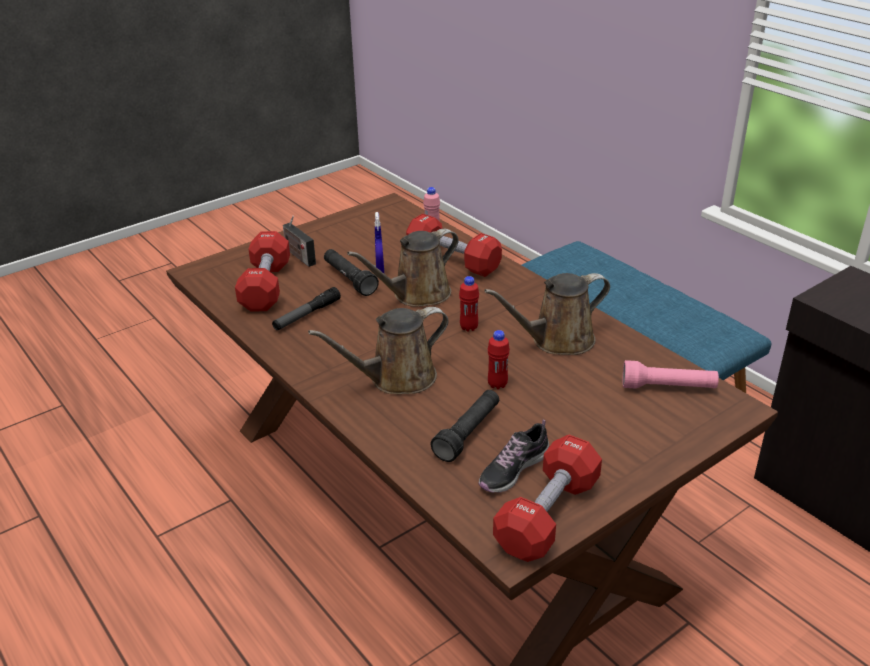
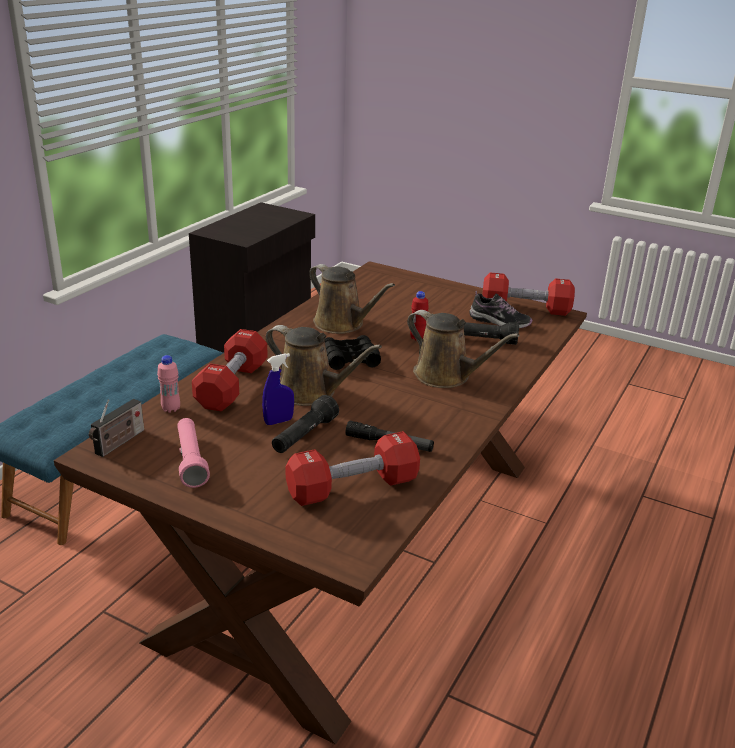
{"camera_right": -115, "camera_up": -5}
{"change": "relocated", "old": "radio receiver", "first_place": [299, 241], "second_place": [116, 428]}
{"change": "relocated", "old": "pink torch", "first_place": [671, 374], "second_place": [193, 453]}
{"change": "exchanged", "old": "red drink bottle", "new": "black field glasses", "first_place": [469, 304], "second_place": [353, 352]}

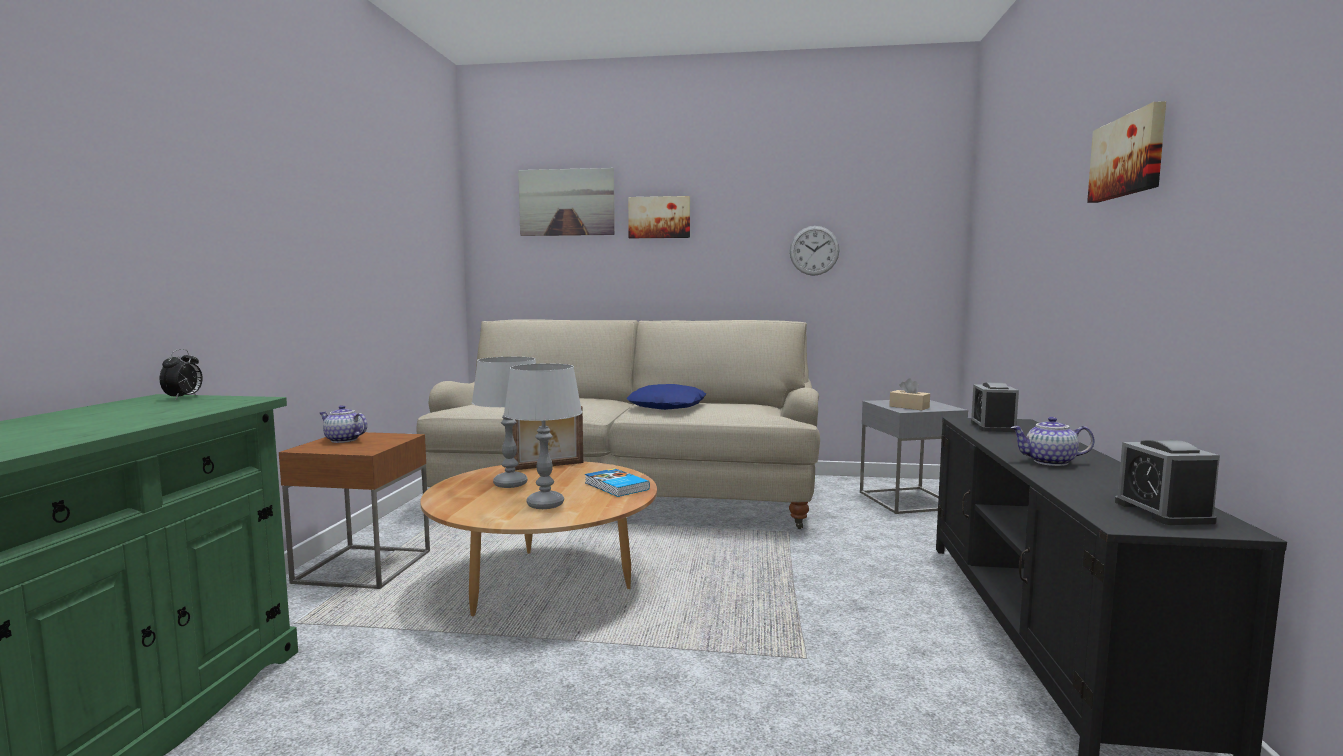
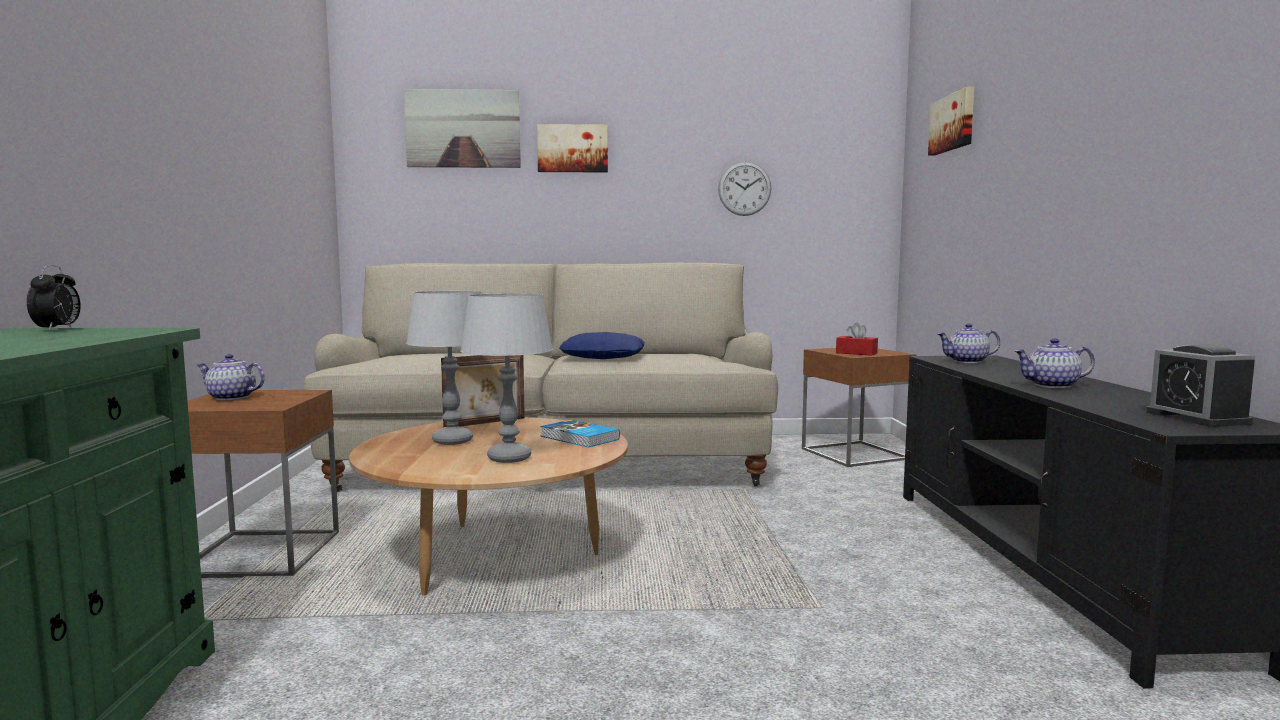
{"camera_right": -10, "camera_up": 0}
{"change": "relocated", "old": "wall picture", "first_place": [1126, 152], "second_place": [951, 121]}
{"change": "exchanged", "old": "table clock", "new": "teapot", "first_place": [995, 407], "second_place": [968, 343]}
{"change": "colour", "old": "gray accent table", "new": "brown accent table", "first_place": [914, 457], "second_place": [859, 407]}
{"change": "colour", "old": "sand-coloured tissue holder", "new": "red tissue holder", "first_place": [909, 394], "second_place": [857, 339]}

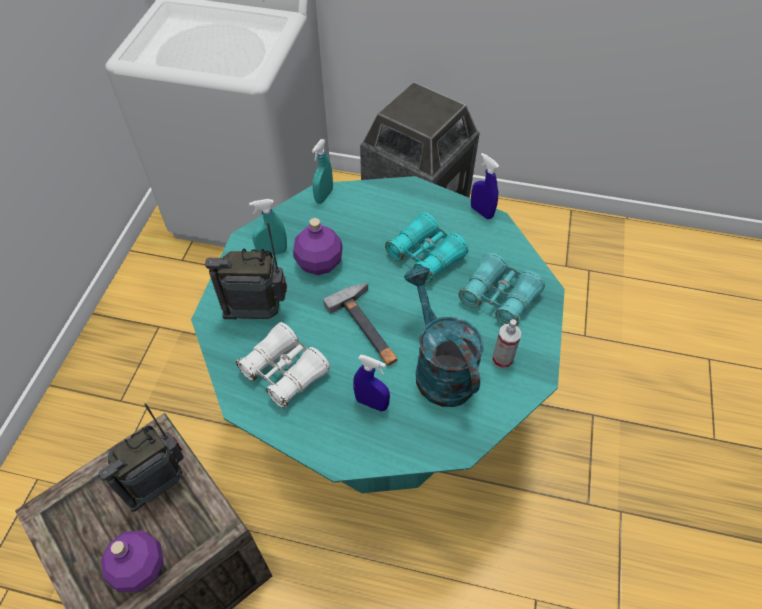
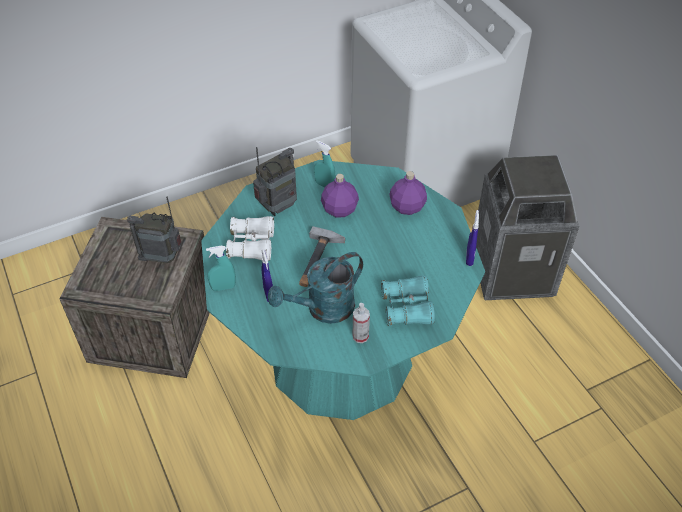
{"camera_right": 50, "camera_up": -5}
{"change": "missing", "old": "blue-green field glasses", "first_place": [426, 247]}
{"change": "relocated", "old": "purplish drink bottle", "first_place": [132, 562], "second_place": [408, 193]}
{"change": "relocated", "old": "blue-green spray bottle", "first_place": [322, 171], "second_place": [221, 268]}
{"change": "spun", "old": "radio receiver", "first_place": [246, 270], "second_place": [275, 181], "degrees": 90}
{"change": "spun", "old": "blue-green sprinkling can", "first_place": [444, 337], "second_place": [315, 288], "degrees": -150}

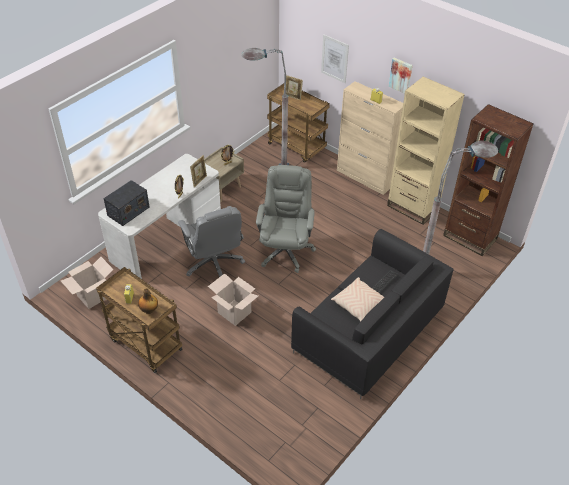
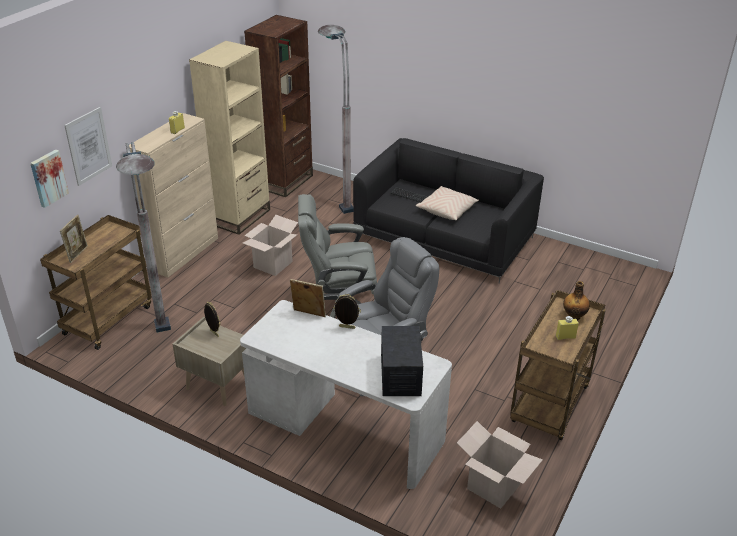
{"camera_right": -100, "camera_up": -10}
{"change": "relocated", "old": "cardboard box", "first_place": [233, 299], "second_place": [270, 245]}
{"change": "relocated", "old": "wall picture", "first_place": [400, 76], "second_place": [49, 178]}
{"change": "spun", "old": "radio receiver", "first_place": [127, 203], "second_place": [402, 361], "degrees": 60}

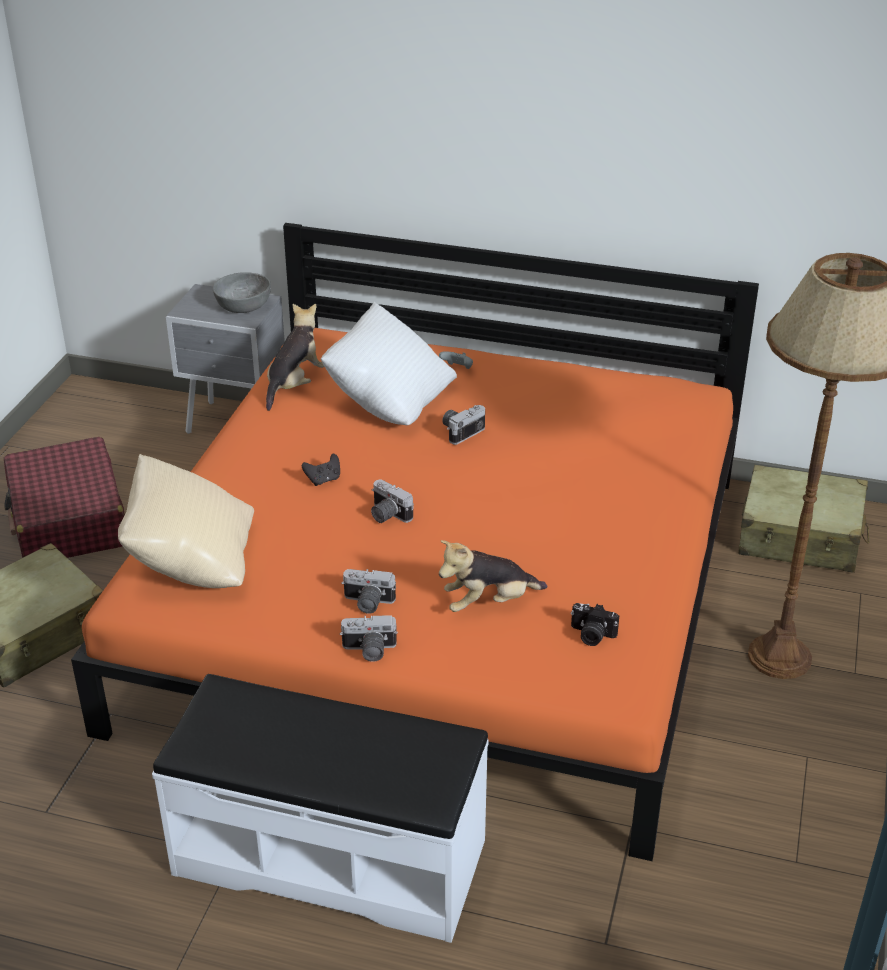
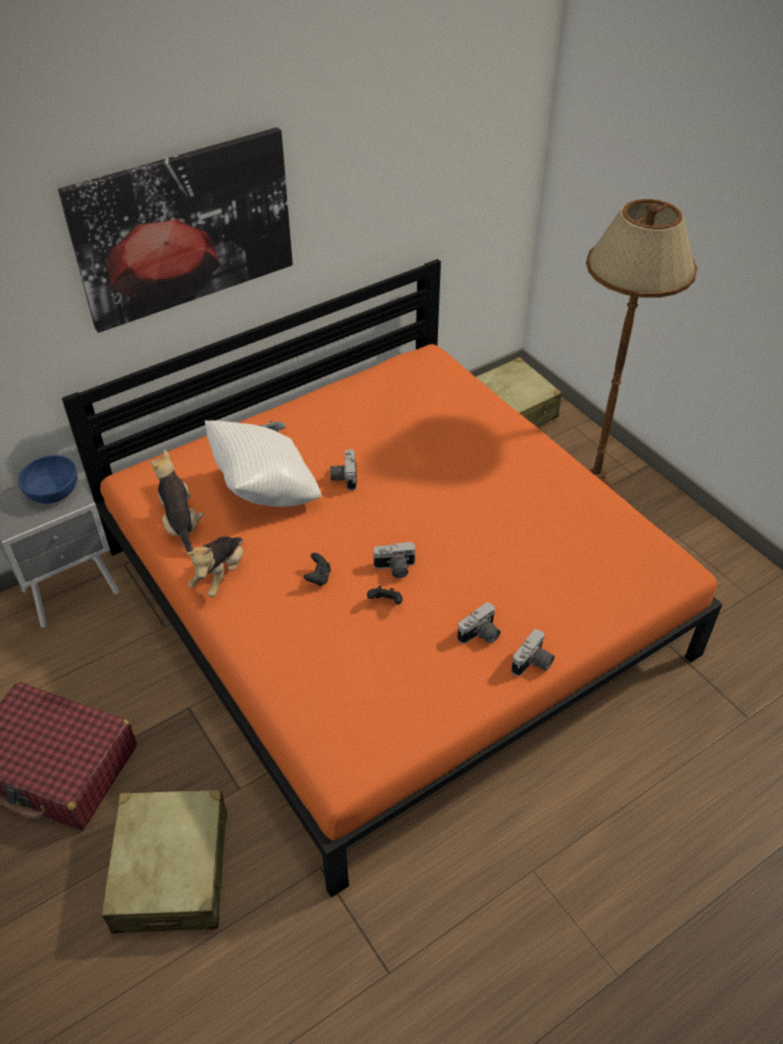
{"camera_right": -50, "camera_up": 10}
{"change": "missing", "old": "sand-coloured pillow", "first_place": [186, 521]}
{"change": "missing", "old": "white-coloured long seat", "first_place": [320, 808]}
{"change": "missing", "old": "still camera", "first_place": [595, 624]}
{"change": "appeared", "new": "wall picture", "second_place": [175, 230]}
{"change": "appeared", "new": "black joypad", "second_place": [385, 595]}
{"change": "relocated", "old": "soft toy", "first_place": [493, 576], "second_place": [215, 567]}
{"change": "colour", "old": "gray bowl", "new": "blue-coloured bowl", "first_place": [242, 292], "second_place": [47, 479]}

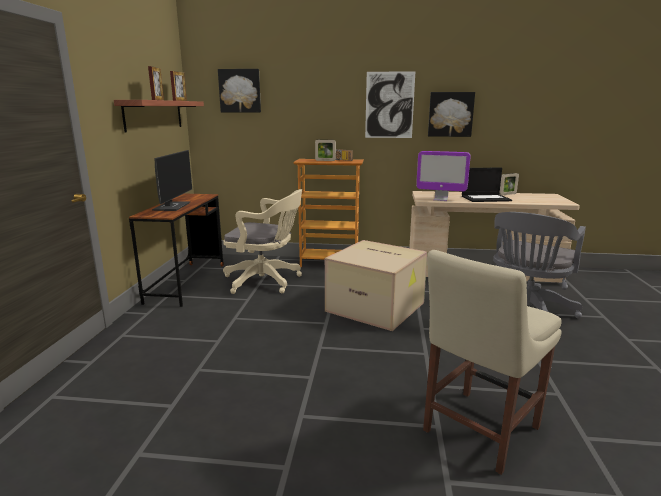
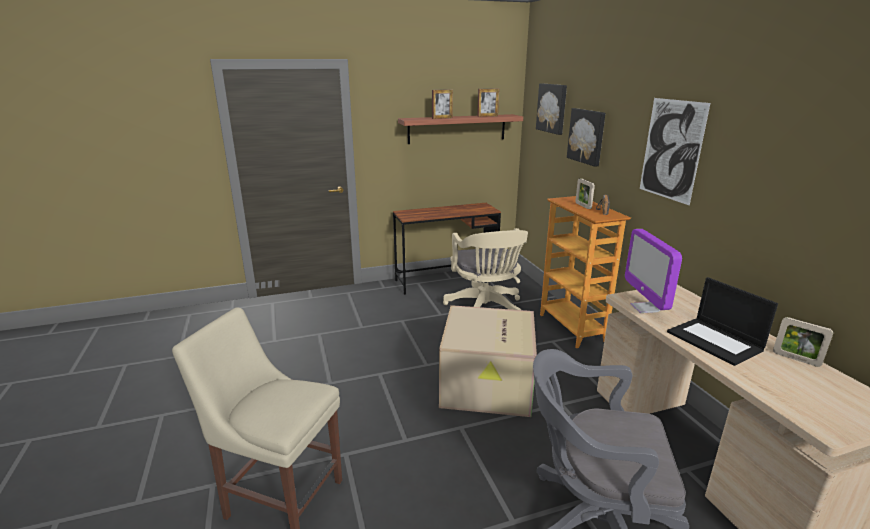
{"camera_right": 65, "camera_up": 5}
{"change": "missing", "old": "computer display", "first_place": [172, 180]}
{"change": "relocated", "old": "wall picture", "first_place": [451, 114], "second_place": [586, 137]}

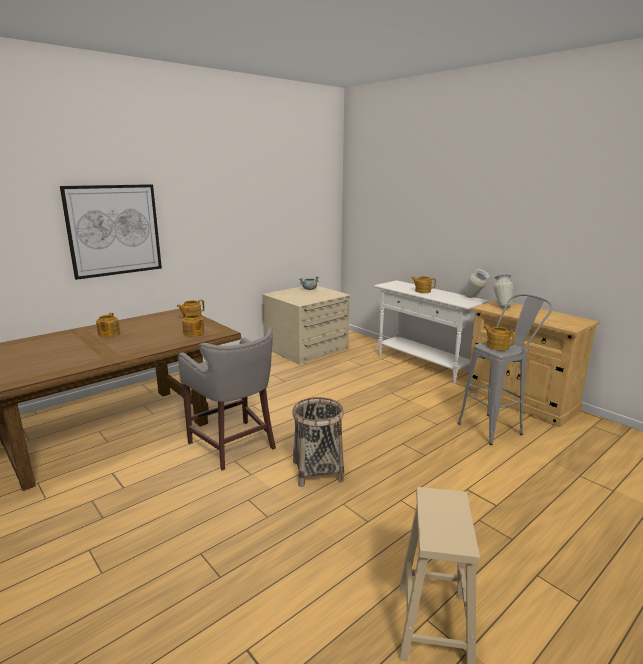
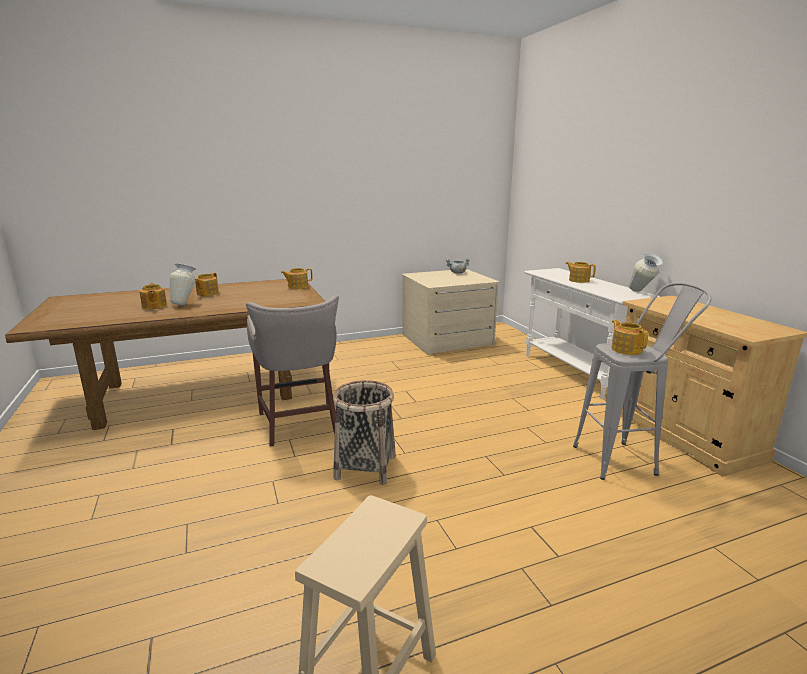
{"camera_right": 20, "camera_up": 0}
{"change": "missing", "old": "wall picture", "first_place": [111, 232]}
{"change": "relocated", "old": "teapot", "first_place": [193, 325], "second_place": [153, 296]}
{"change": "relocated", "old": "vase", "first_place": [503, 291], "second_place": [183, 285]}

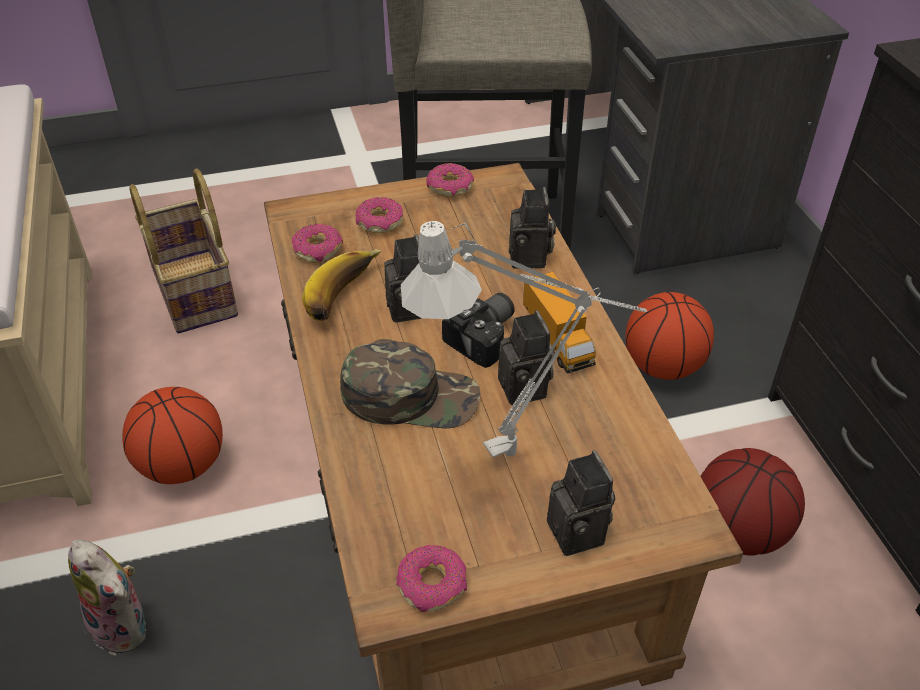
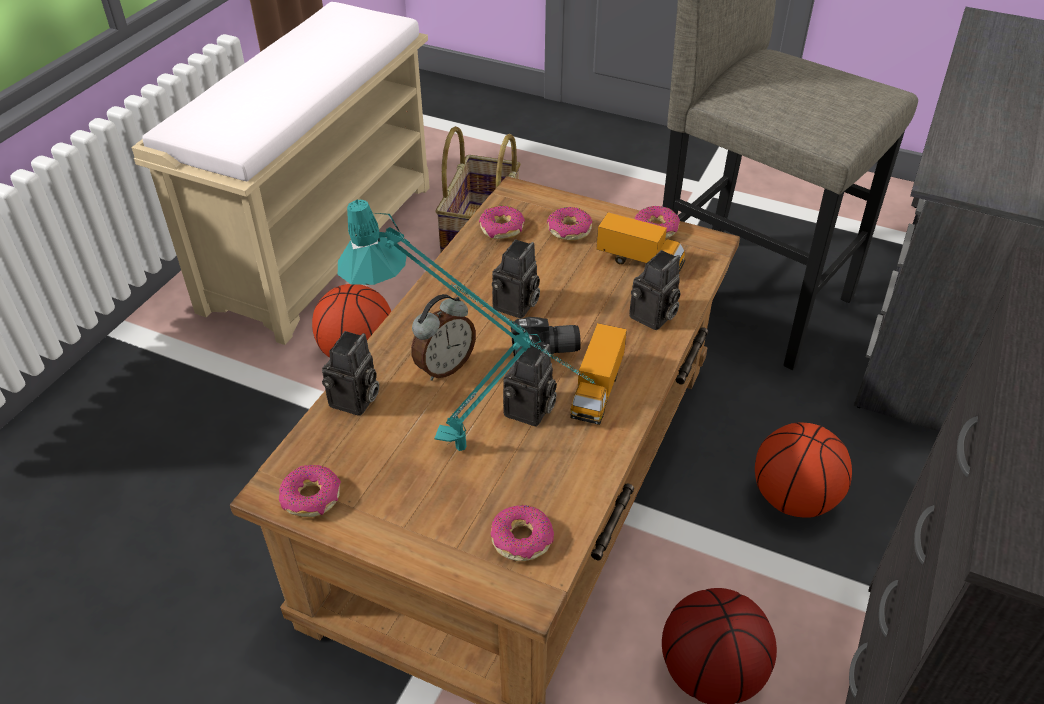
{"camera_right": 40, "camera_up": 0}
{"change": "missing", "old": "soft toy", "first_place": [107, 598]}
{"change": "missing", "old": "whole banana", "first_place": [342, 285]}
{"change": "appeared", "new": "ring doughnut", "second_place": [522, 533]}
{"change": "appeared", "new": "model truck", "second_place": [641, 242]}
{"change": "relocated", "old": "still camera", "first_place": [581, 503], "second_place": [350, 373]}
{"change": "exchanged", "old": "green-coloured cap", "new": "table clock", "first_place": [410, 383], "second_place": [443, 337]}
{"change": "colour", "old": "gray table lamp", "new": "blue-green table lamp", "first_place": [524, 339], "second_place": [466, 325]}

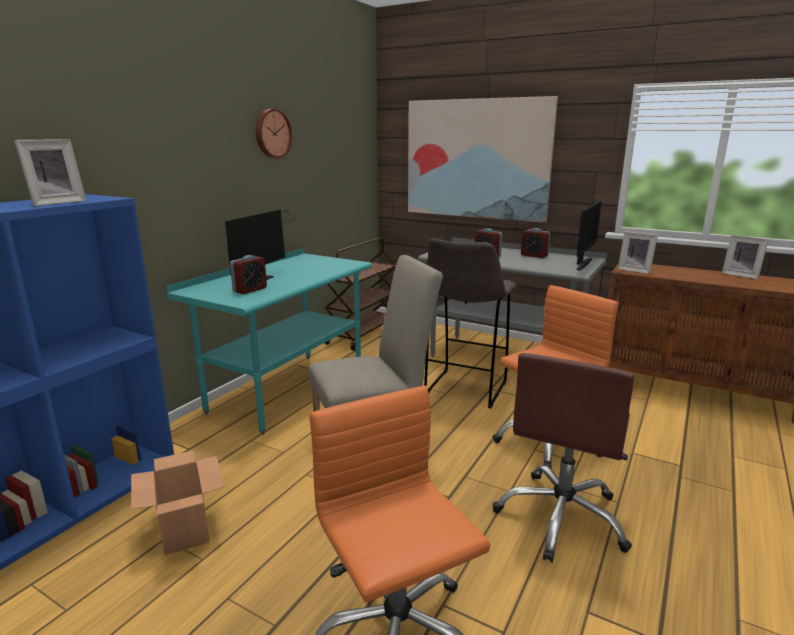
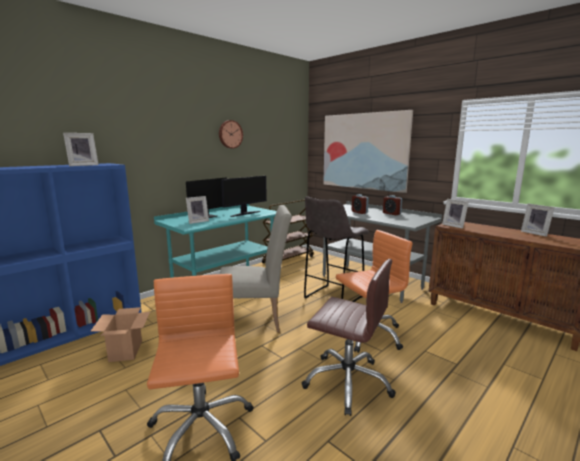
{"camera_right": 15, "camera_up": -5}
{"change": "relocated", "old": "computer display", "first_place": [589, 235], "second_place": [244, 196]}
{"change": "exchanged", "old": "table clock", "new": "picture frame", "first_place": [248, 274], "second_place": [197, 210]}
{"change": "spun", "old": "brown office chair", "first_place": [563, 457], "second_place": [349, 337], "degrees": -105}

